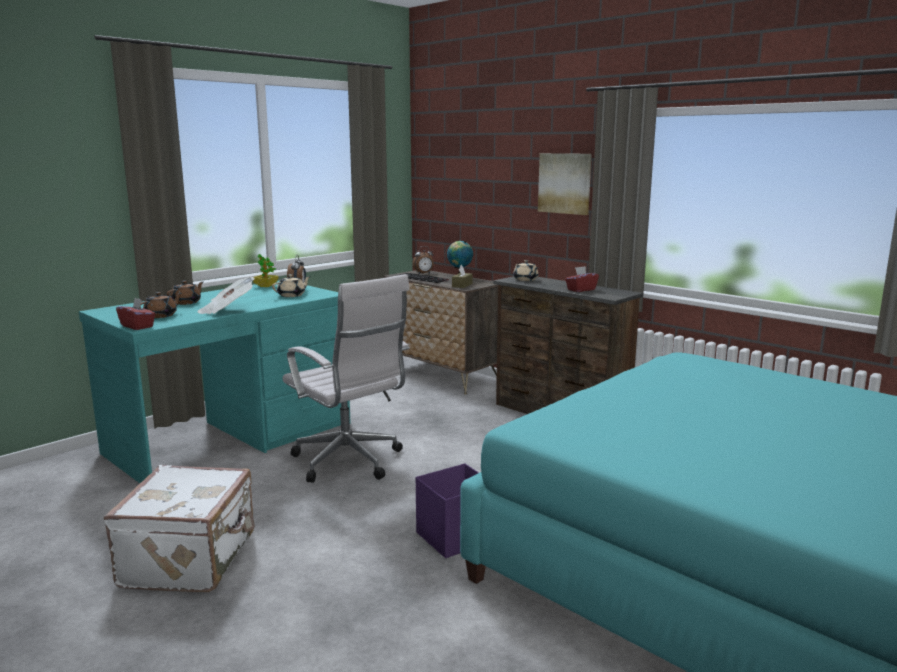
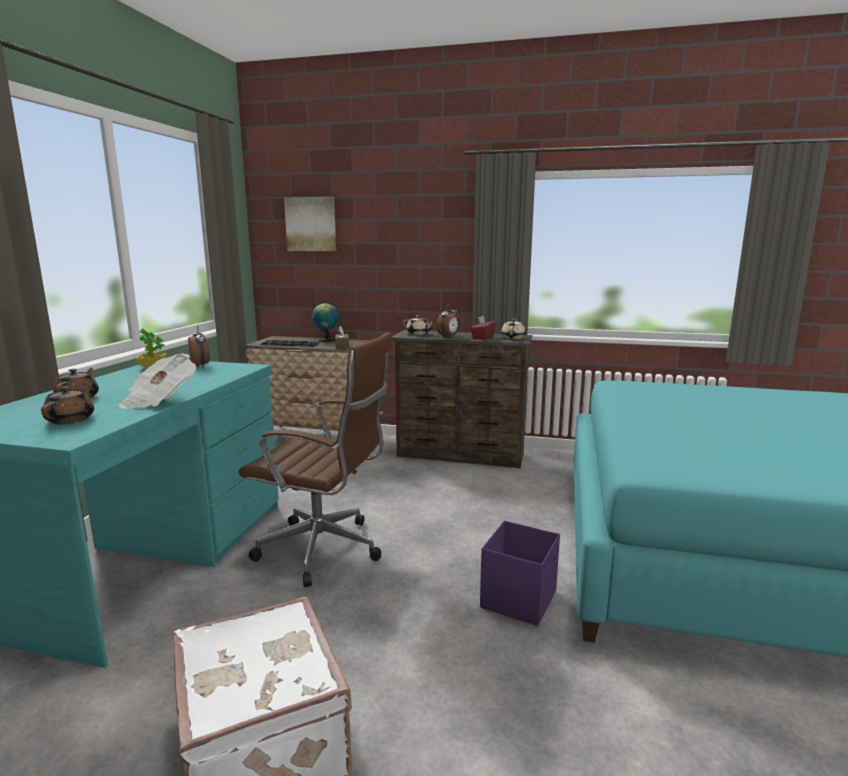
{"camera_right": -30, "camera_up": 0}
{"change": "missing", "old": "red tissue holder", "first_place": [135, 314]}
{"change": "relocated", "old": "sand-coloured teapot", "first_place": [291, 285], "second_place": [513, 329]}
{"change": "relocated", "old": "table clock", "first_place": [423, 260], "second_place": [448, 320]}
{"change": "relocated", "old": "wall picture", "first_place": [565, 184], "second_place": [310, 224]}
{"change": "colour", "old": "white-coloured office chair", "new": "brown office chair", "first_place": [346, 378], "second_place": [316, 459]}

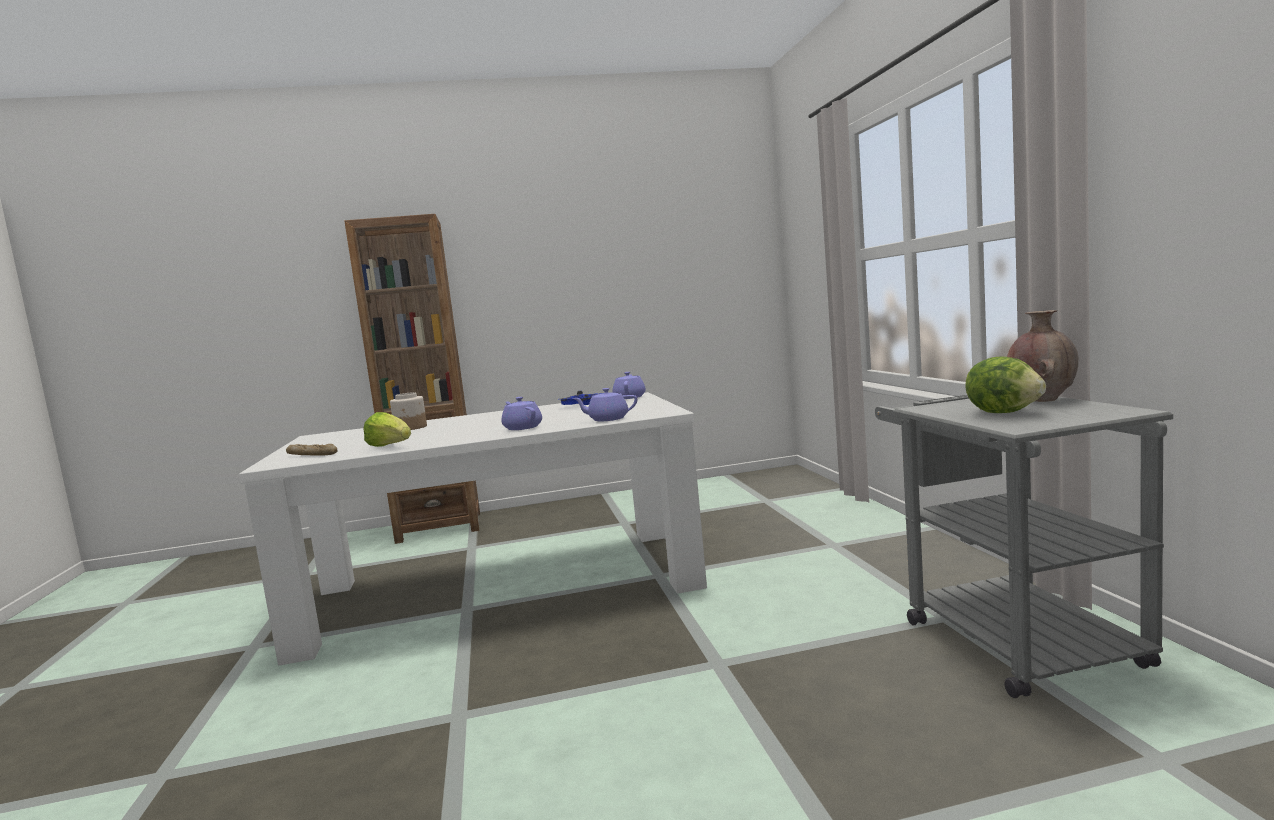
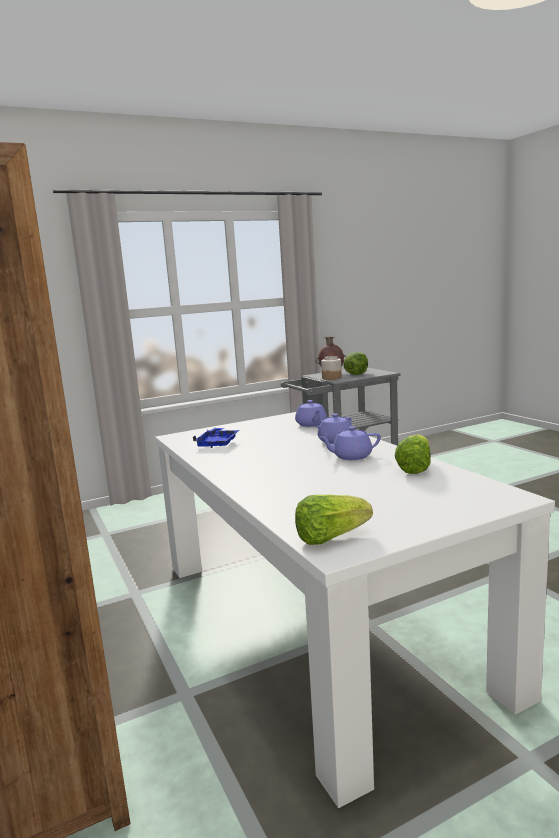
{"camera_right": -105, "camera_up": 5}
{"change": "missing", "old": "baked bread", "first_place": [311, 450]}
{"change": "appeared", "new": "lettuce head", "second_place": [334, 520]}
{"change": "relocated", "old": "jar", "first_place": [408, 411], "second_place": [331, 368]}
{"change": "relocated", "old": "purplish teapot", "first_place": [629, 385], "second_place": [350, 443]}

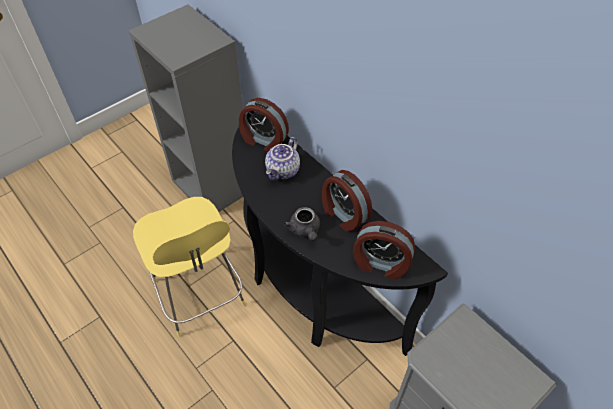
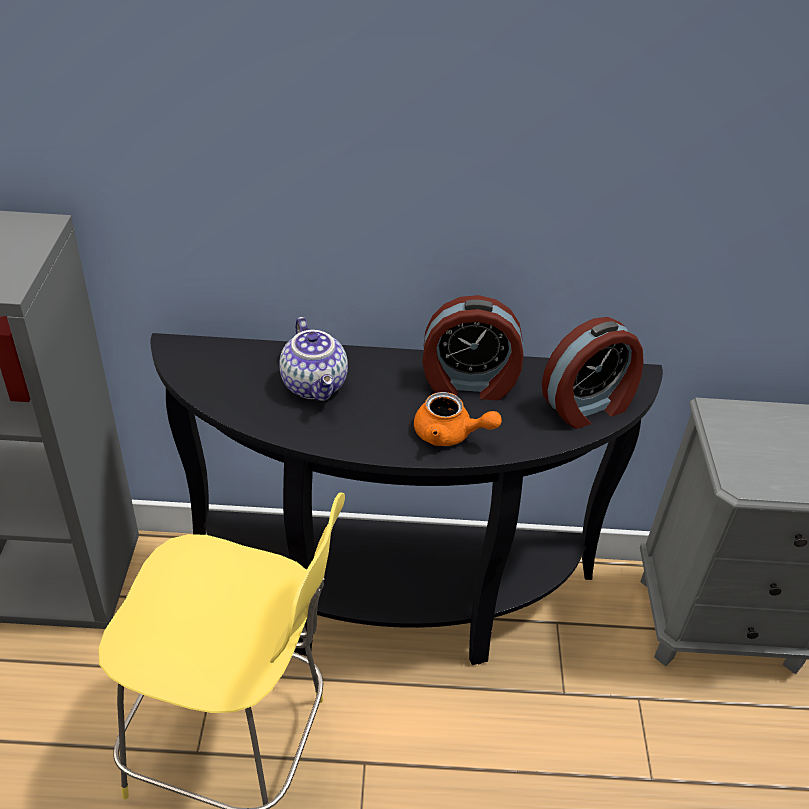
{"camera_right": -50, "camera_up": -10}
{"change": "missing", "old": "table clock", "first_place": [264, 124]}
{"change": "colour", "old": "gray teapot", "new": "orange-coloured teapot", "first_place": [302, 224], "second_place": [458, 419]}

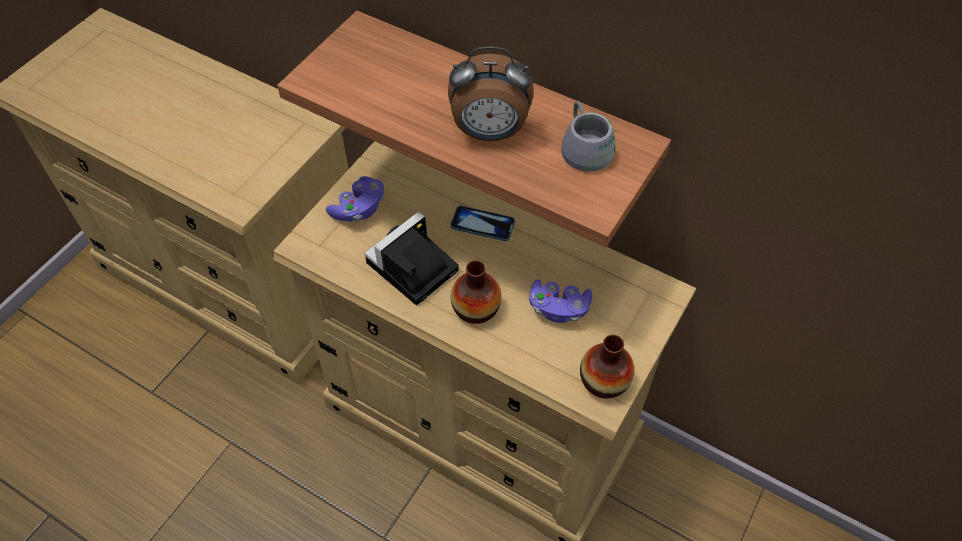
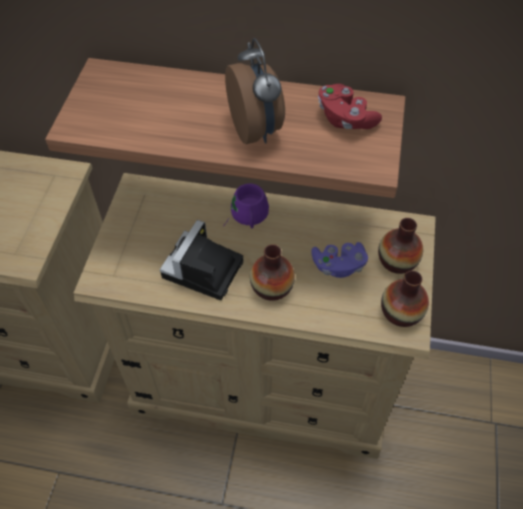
{"camera_right": -20, "camera_up": 0}
{"change": "missing", "old": "purplish joypad", "first_place": [355, 199]}
{"change": "appeared", "new": "vase", "second_place": [400, 246]}
{"change": "exchanged", "old": "phone", "new": "purplish mug", "first_place": [482, 223], "second_place": [246, 205]}
{"change": "exchanged", "old": "gray mug", "new": "red joypad", "first_place": [588, 136], "second_place": [350, 106]}
{"change": "spun", "old": "table clock", "first_place": [491, 94], "second_place": [255, 91], "degrees": -90}

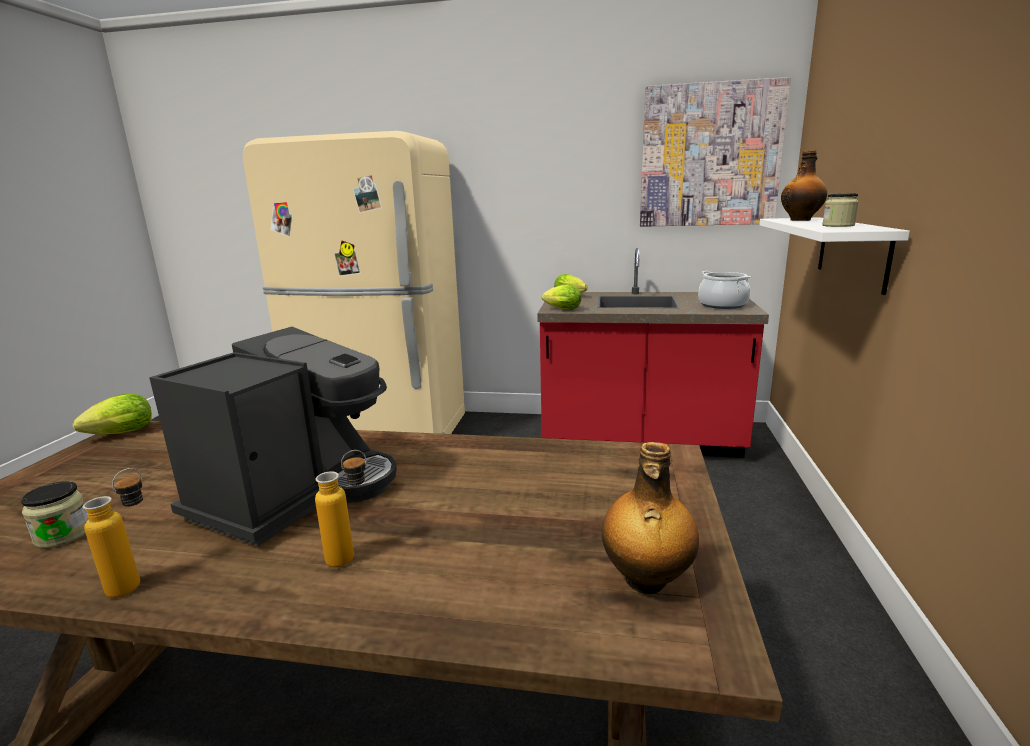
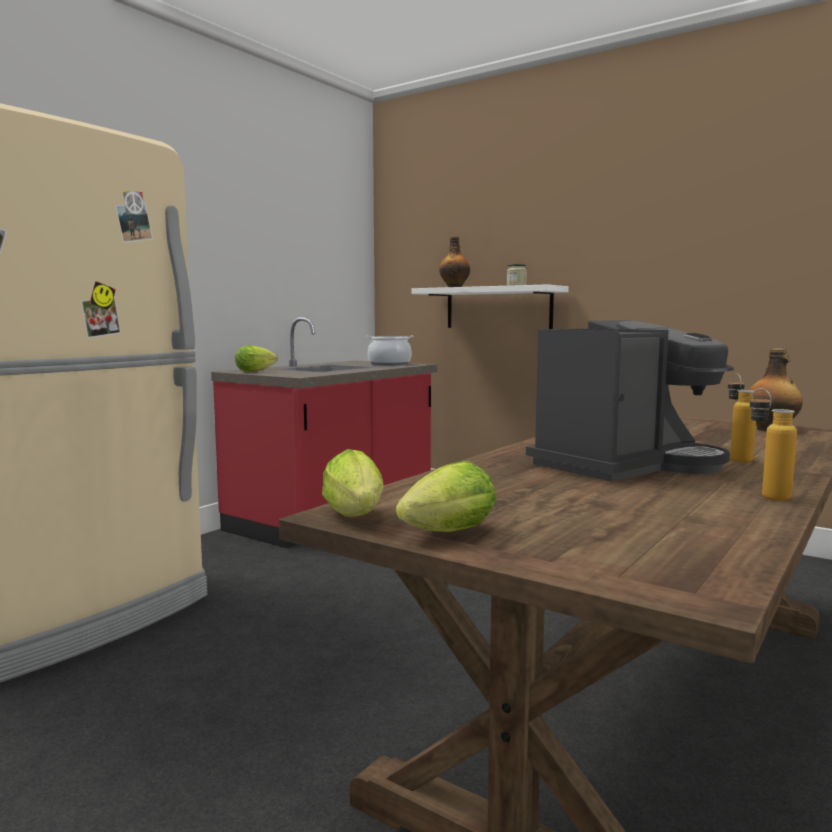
{"camera_right": -65, "camera_up": -10}
{"change": "missing", "old": "jar", "first_place": [54, 514]}
{"change": "missing", "old": "wall picture", "first_place": [715, 152]}
{"change": "relocated", "old": "lettuce head", "first_place": [561, 297], "second_place": [446, 496]}
{"change": "spun", "old": "coffee maker", "first_place": [273, 437], "second_place": [630, 401], "degrees": 90}

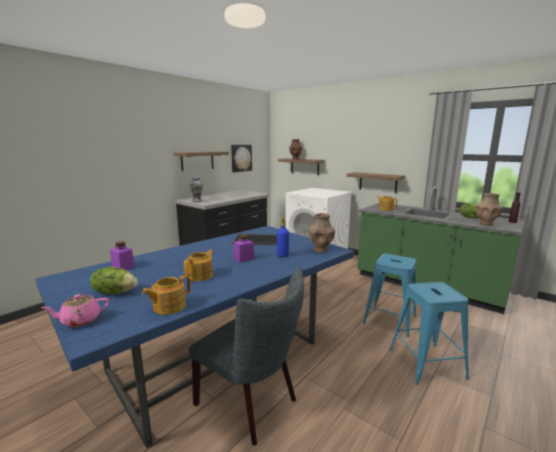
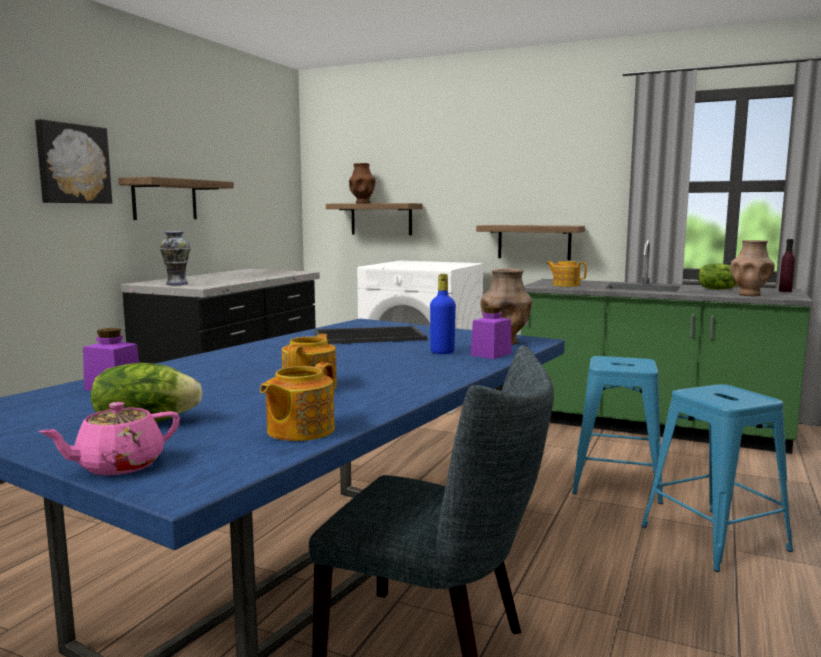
{"camera_right": -15, "camera_up": -5}
{"change": "relocated", "old": "wall picture", "first_place": [241, 158], "second_place": [73, 161]}
{"change": "relocated", "old": "purplish jar", "first_place": [244, 249], "second_place": [491, 332]}

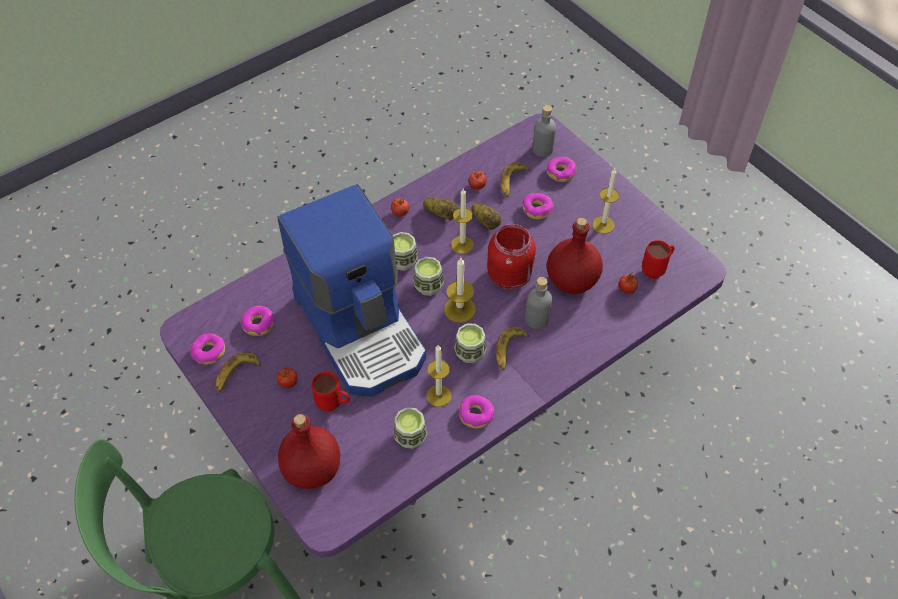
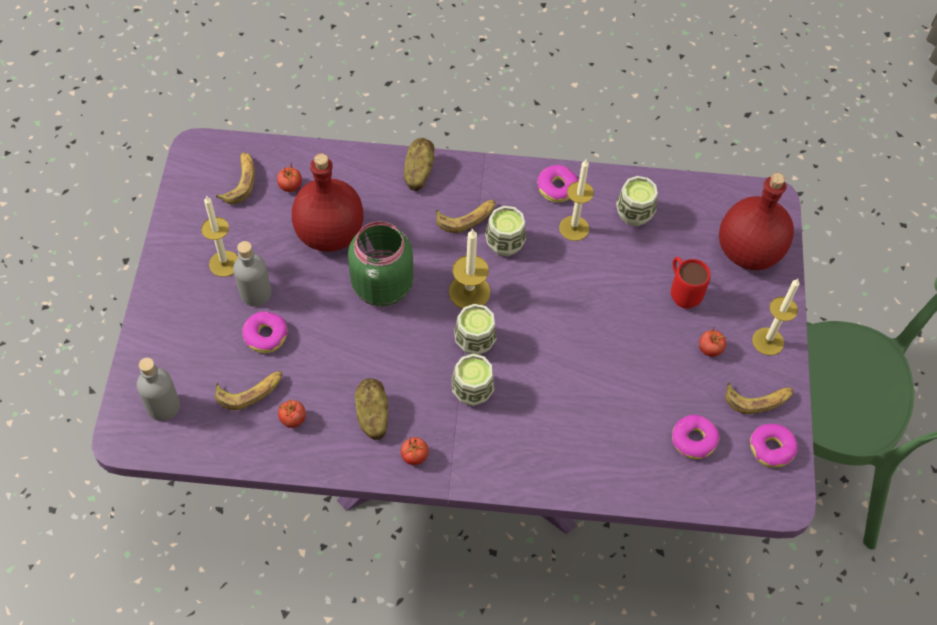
{"camera_right": -140, "camera_up": 5}
{"change": "missing", "old": "coffee maker", "first_place": [352, 290]}
{"change": "missing", "old": "ring doughnut", "first_place": [561, 169]}
{"change": "relocated", "old": "wax candle", "first_place": [462, 221], "second_place": [776, 317]}
{"change": "relocated", "old": "potato", "first_place": [486, 216], "second_place": [419, 164]}
{"change": "relocated", "old": "gray drink bottle", "first_place": [538, 303], "second_place": [252, 274]}
{"change": "exchanged", "old": "red mug", "new": "whole banana", "first_place": [658, 259], "second_place": [235, 178]}
{"change": "colour", "old": "red jar", "new": "green-coloured jar", "first_place": [511, 256], "second_place": [380, 264]}

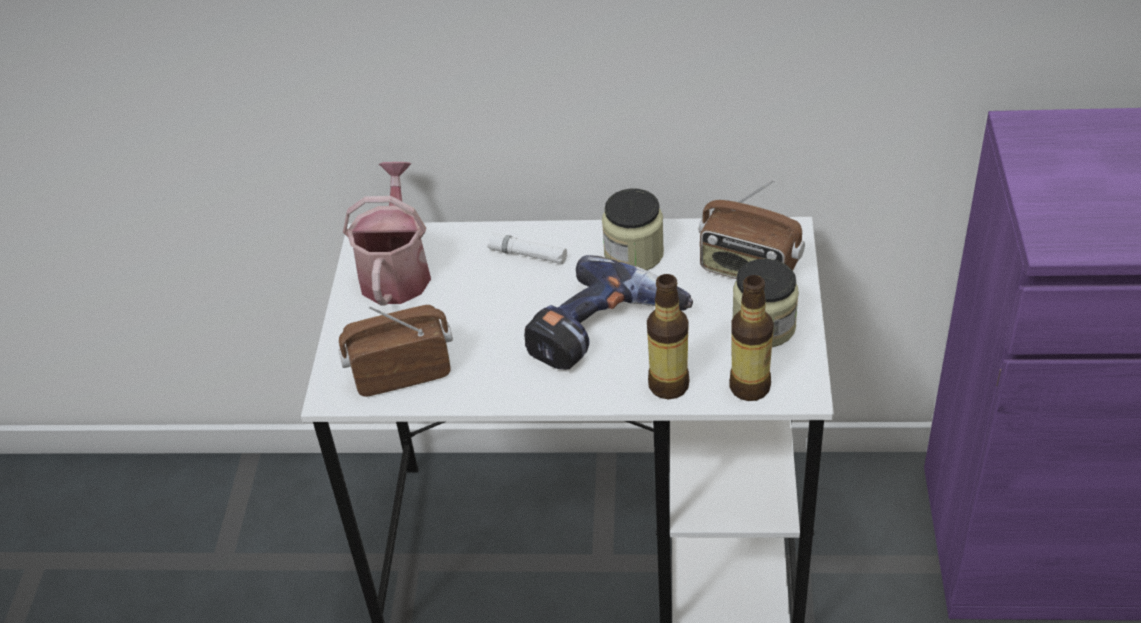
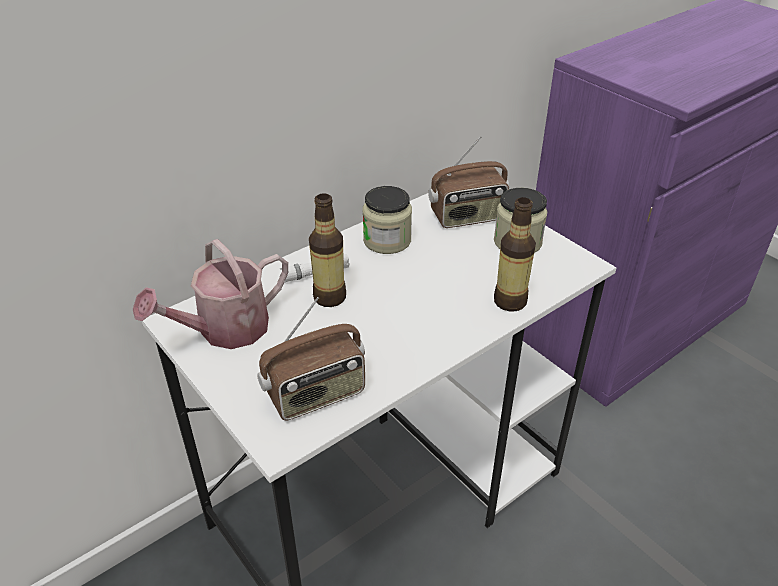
{"camera_right": -45, "camera_up": -5}
{"change": "missing", "old": "power drill", "first_place": [608, 312]}
{"change": "relocated", "old": "drink bottle", "first_place": [751, 338], "second_place": [327, 250]}
{"change": "spun", "old": "radio receiver", "first_place": [395, 351], "second_place": [311, 358], "degrees": -150}
{"change": "spun", "old": "sprinkling can", "first_place": [387, 234], "second_place": [210, 294], "degrees": -90}

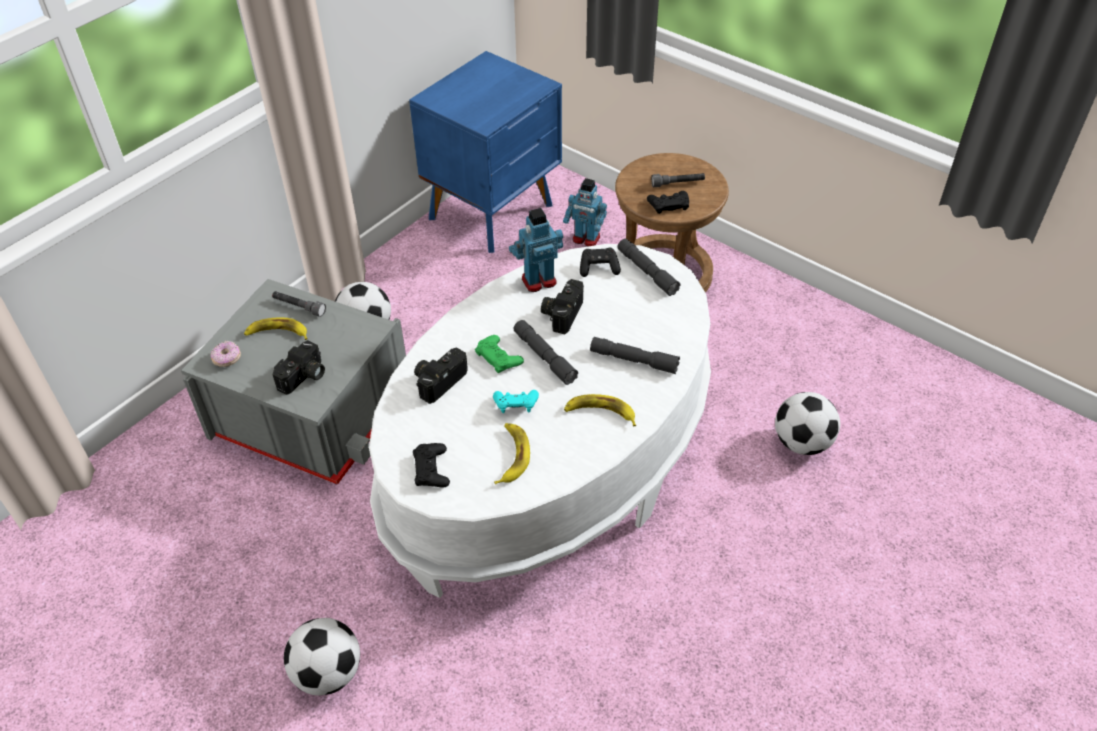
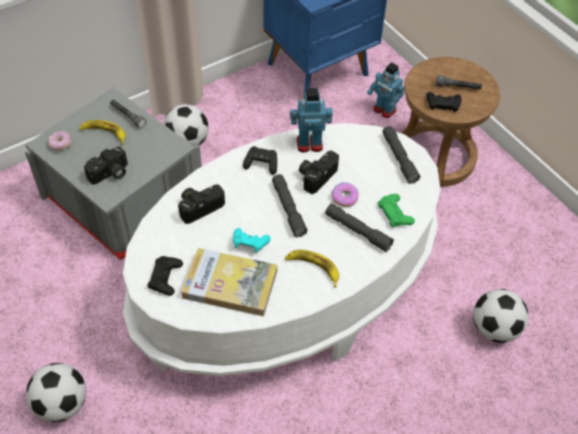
{"camera_right": 15, "camera_up": 5}
{"change": "appeared", "new": "ring doughnut", "second_place": [345, 194]}
{"change": "relocated", "old": "green-coloured joypad", "first_place": [499, 354], "second_place": [396, 210]}
{"change": "relocated", "old": "black joypad", "first_place": [600, 262], "second_place": [260, 160]}
{"change": "exchanged", "old": "whole banana", "new": "bound book", "first_place": [512, 453], "second_place": [229, 282]}

